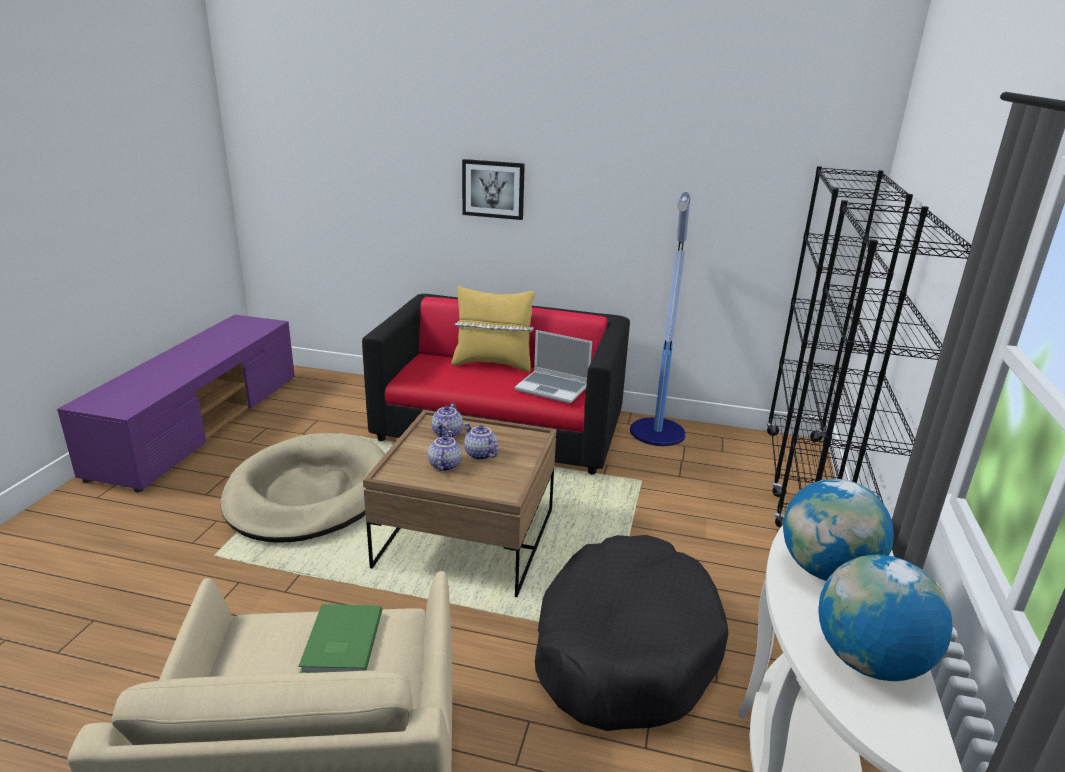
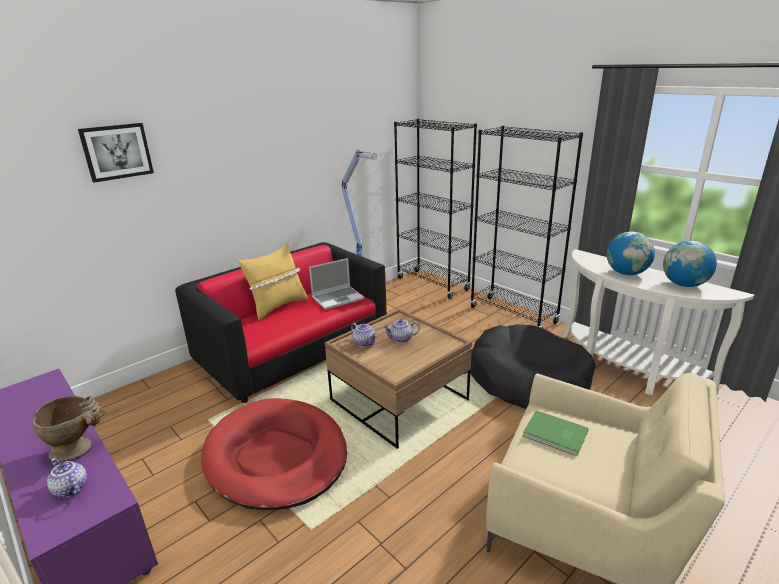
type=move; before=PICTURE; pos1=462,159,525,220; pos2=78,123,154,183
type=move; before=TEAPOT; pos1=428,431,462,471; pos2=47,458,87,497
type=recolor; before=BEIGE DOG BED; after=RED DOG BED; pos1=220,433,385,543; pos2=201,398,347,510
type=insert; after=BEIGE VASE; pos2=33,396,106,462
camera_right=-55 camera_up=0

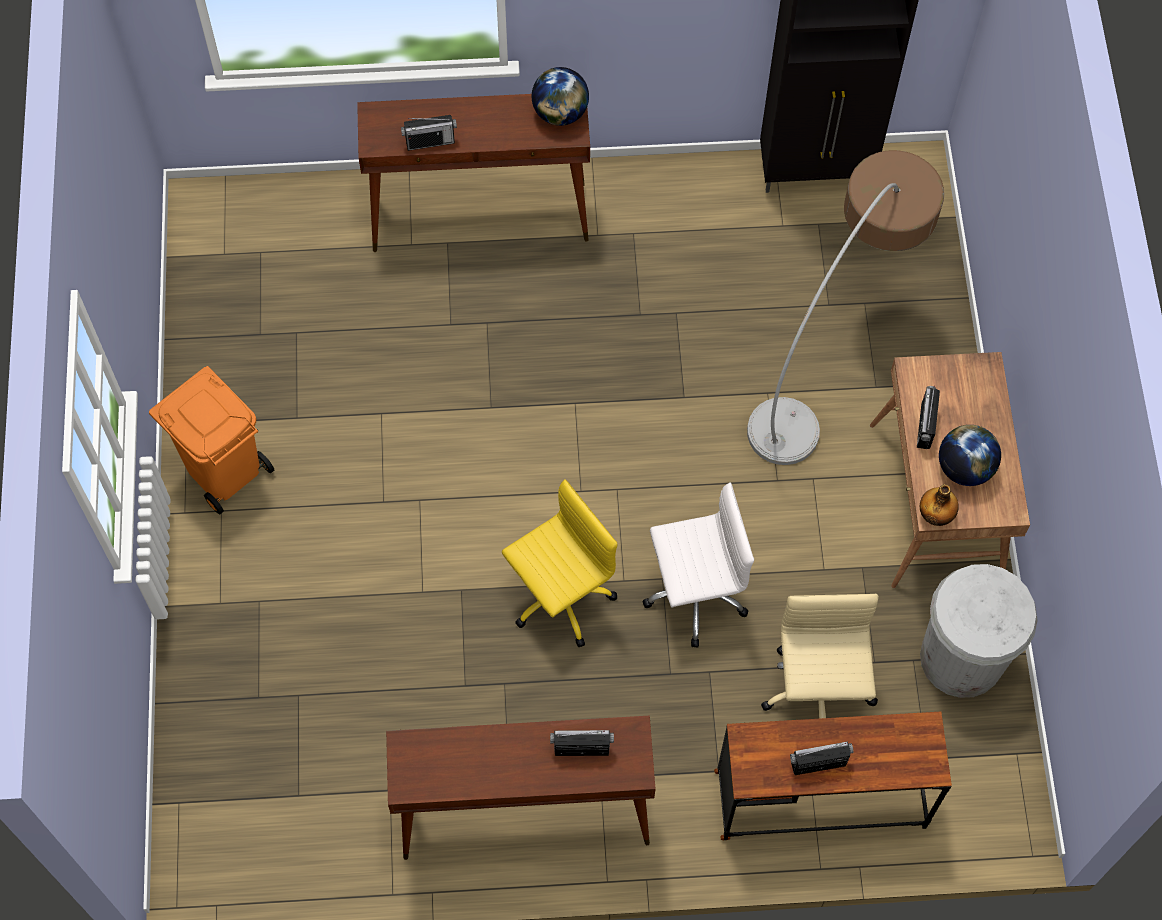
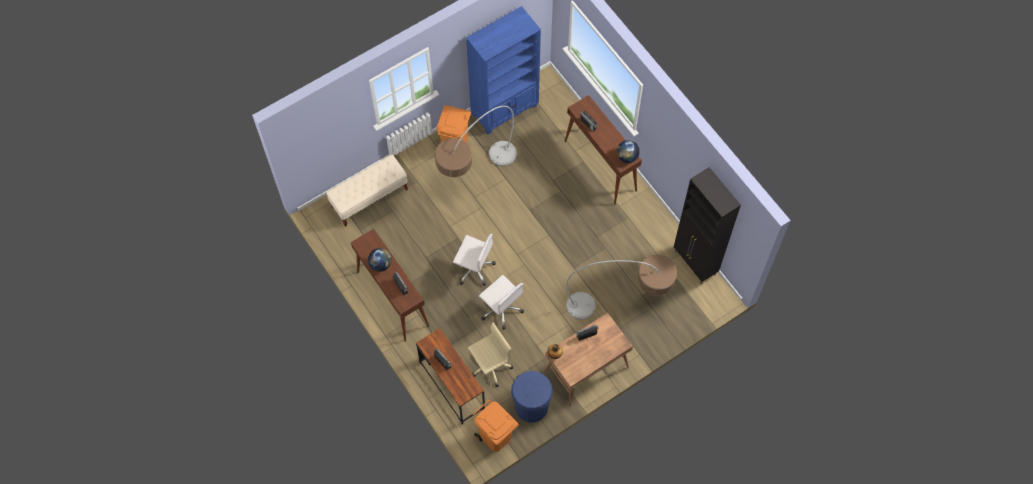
type=move; before=GLOBE; pos1=939,425,1001,486; pos2=368,248,392,272
type=recolor; before=YELLOW OFFICE CHAIR; after=WHITE OFFICE CHAIR; pos1=502,479,617,647; pos2=453,234,496,286
type=recolor; before=WHITE TRASH CAN; after=BLUE TRASH CAN; pos1=920,564,1038,698; pos2=511,371,553,423
type=insert; after=BLUE BOOKCASE; pos2=466,6,541,135
type=insert; after=FLOOR LAMP; pos2=435,106,517,177
type=insert; after=BEIGE BENCH; pos2=326,155,408,227
type=insert; after=ORANGE TRASH CAN; pos2=473,400,518,452
camera_right=60 camera_up=0

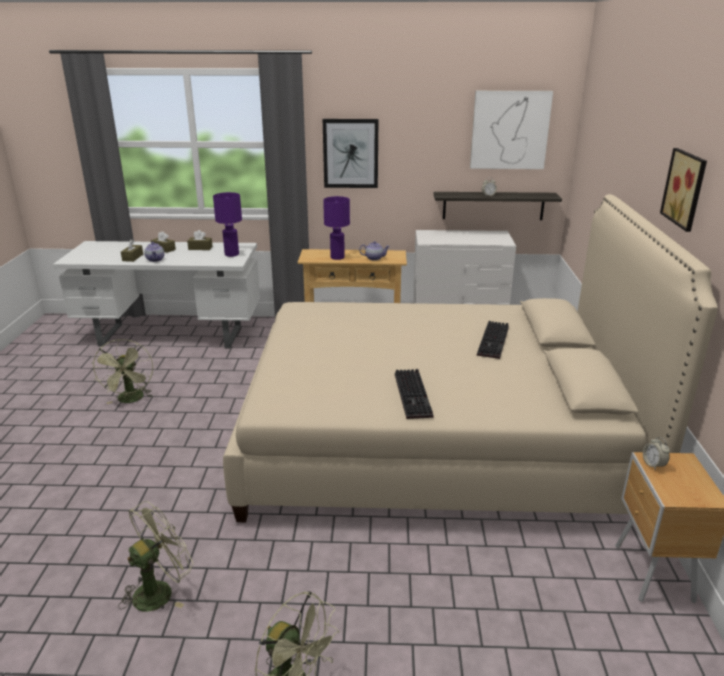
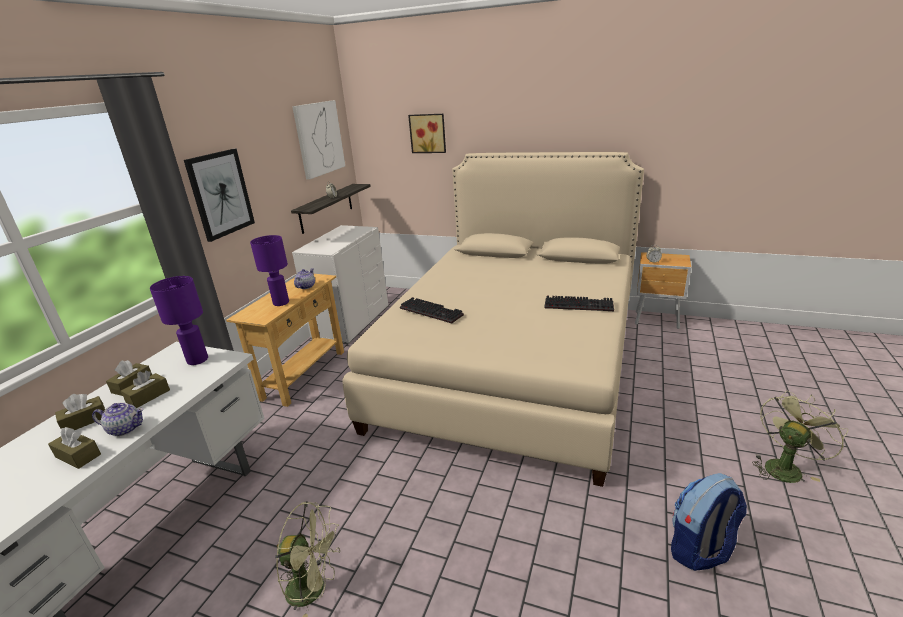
type=move; before=PICTURE; pos1=660,148,707,232; pos2=408,114,446,153
type=move; before=KEYBOARD; pos1=477,321,509,359; pos2=400,297,464,323
type=replace; before=GREEN FAN; after=BACKPACK; pos1=118,501,193,612; pos2=671,473,747,571
type=insert; after=BROWN TISSUE BOX; pos2=121,371,170,408
camera_right=-70 camera_up=0

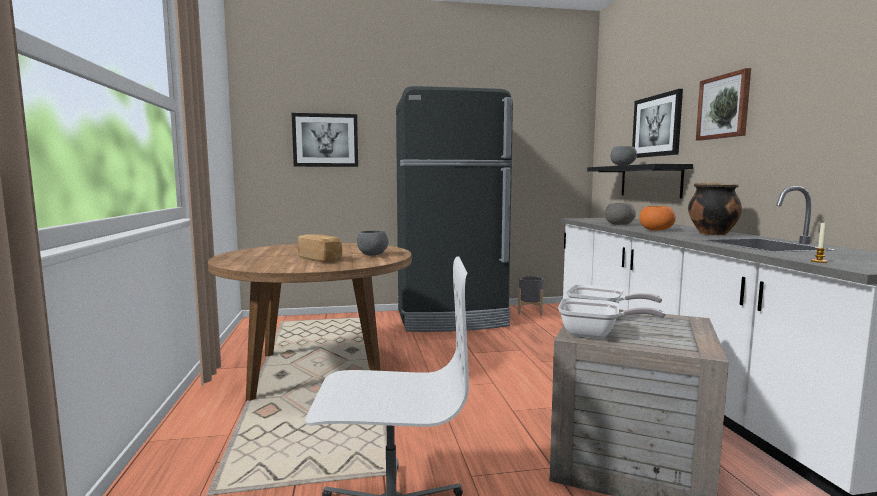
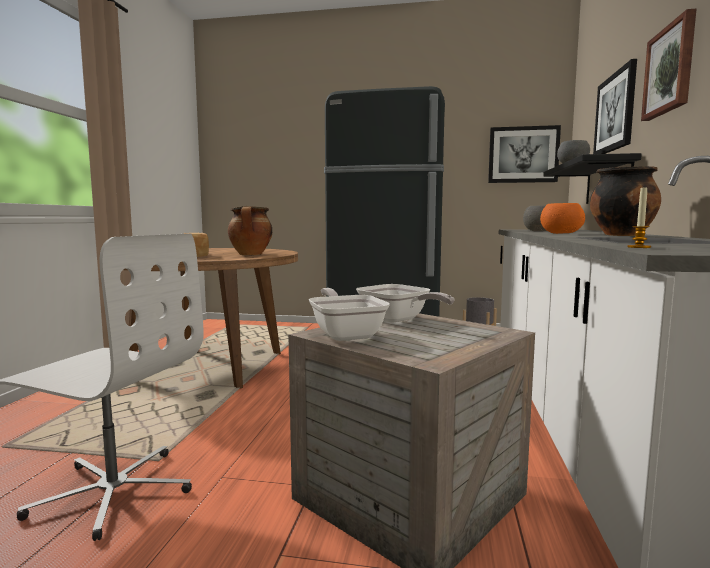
type=move; before=PICTURE; pos1=292,113,358,167; pos2=488,125,561,183
type=replace; before=GREY BOWL; after=COOKING POT; pos1=357,230,388,256; pos2=228,206,272,255
type=rotate; before=FRYING PAN; pos1=558,298,665,339; pos2=309,288,390,341; turn=-150
camera_right=20 camera_up=0

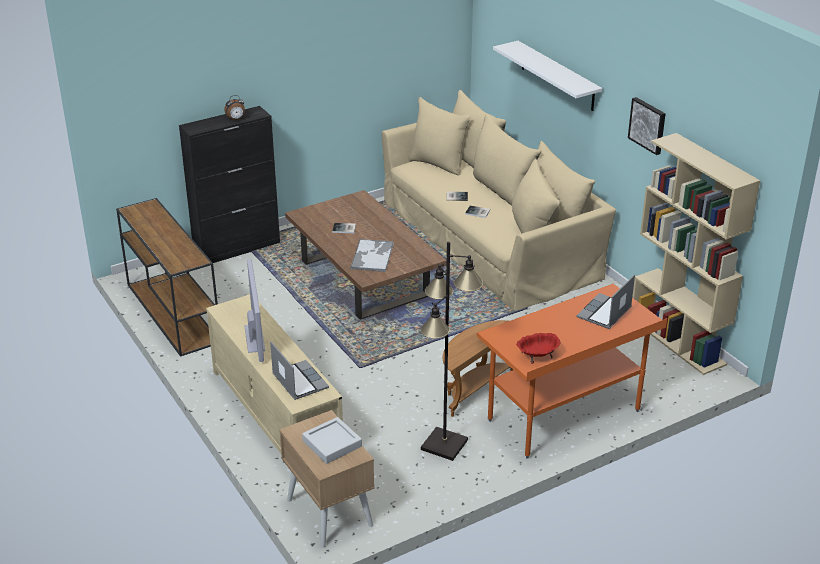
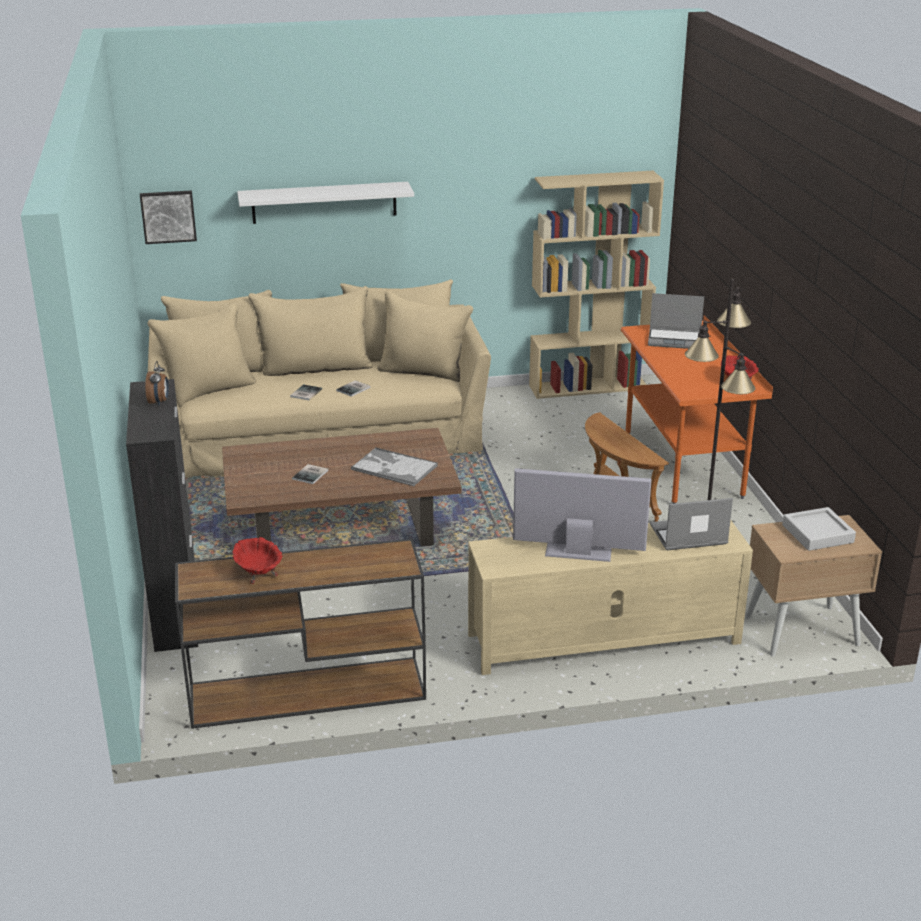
type=move; before=PICTURE; pos1=628,97,665,155; pos2=140,190,197,244
type=rotate; before=LAPTOP; pos1=576,274,635,329; pos2=648,293,704,349; turn=-45
type=insert; after=RED BOWL; pos2=232,537,282,584
camera_right=-70 camera_up=-5

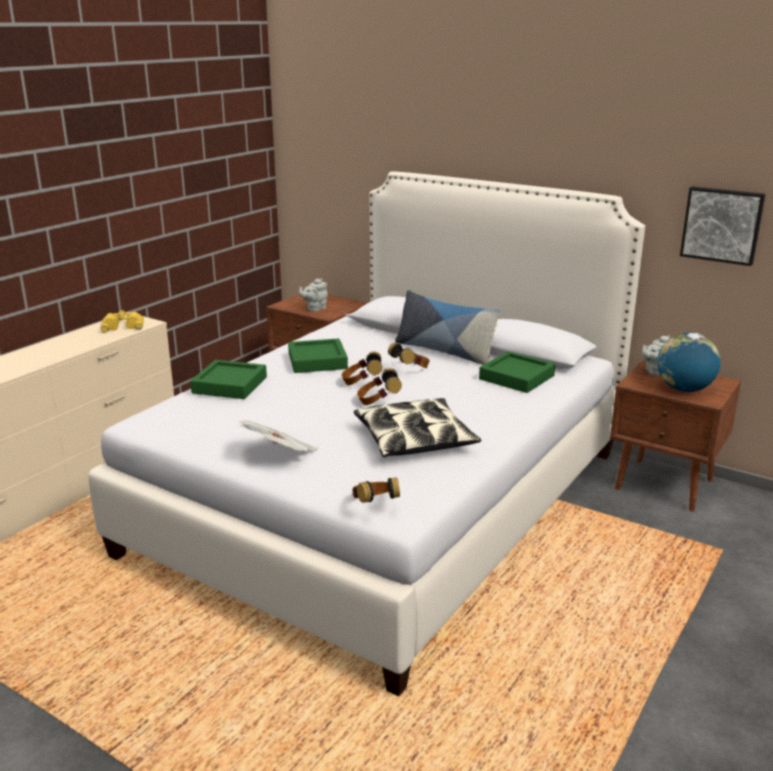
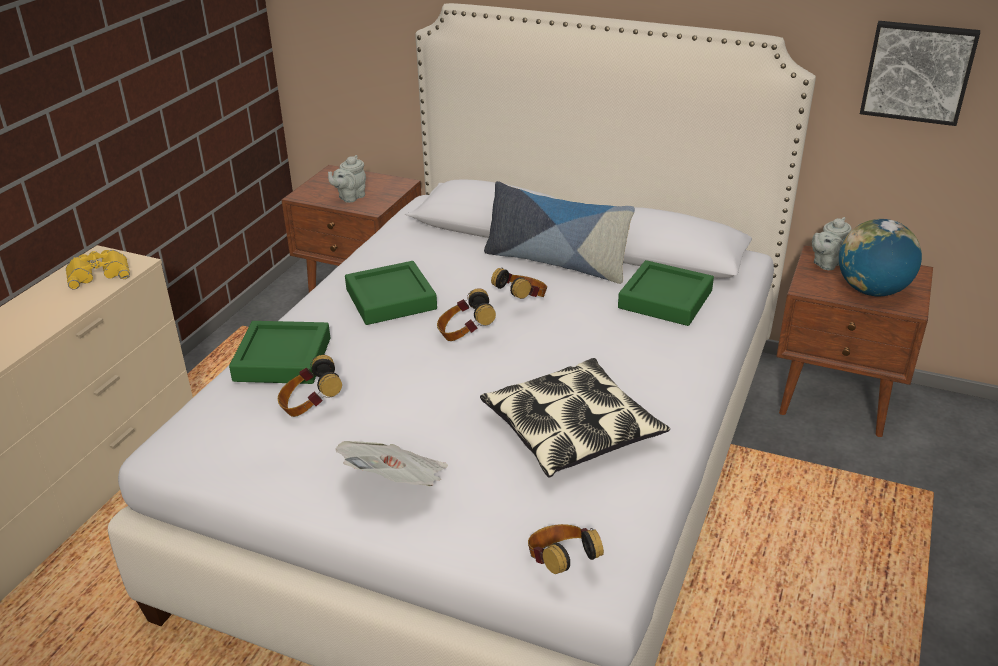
type=move; before=HEADPHONES; pos1=357,368,402,405; pos2=278,355,342,417
camera_right=-10 camera_up=10

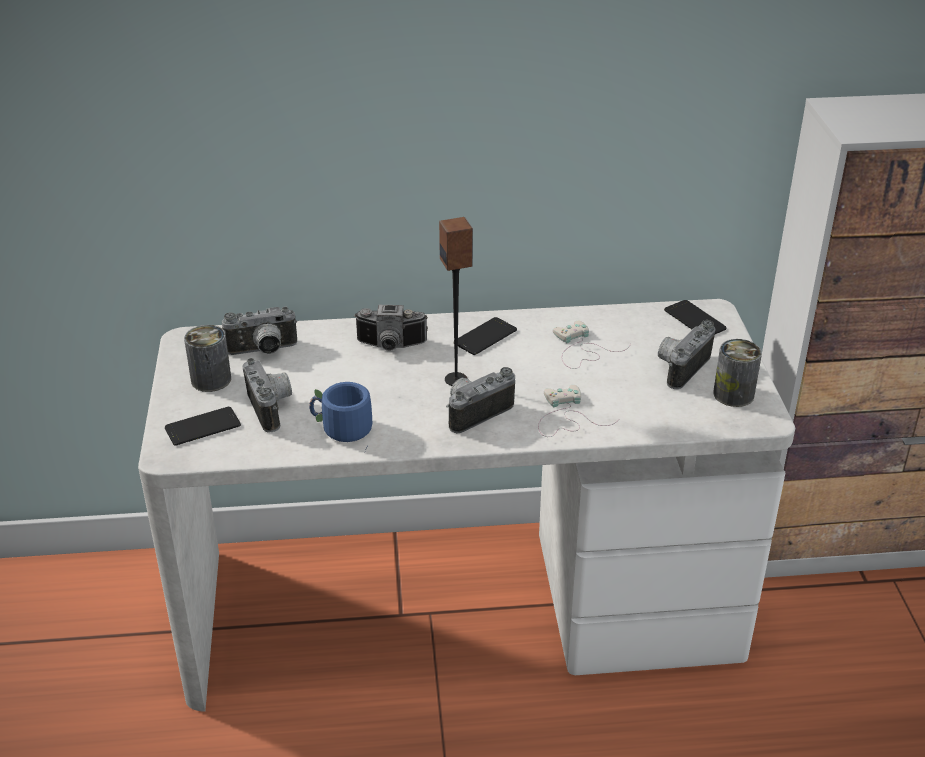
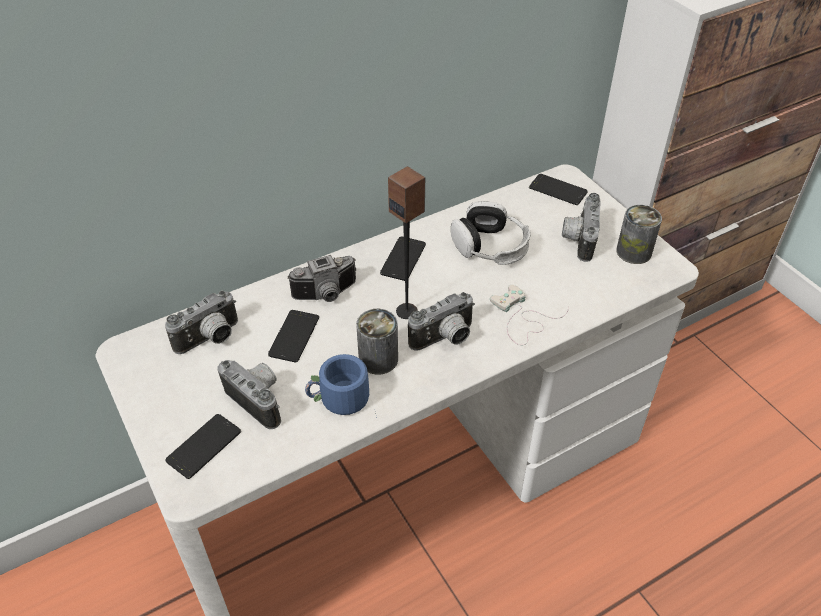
type=replace; before=WHITE GAME CONTROLLER; after=HEADPHONES; pos1=553,321,631,369; pos2=451,201,531,265
type=move; before=CAN; pos1=184,325,231,392; pos2=356,309,398,375
type=rotate; before=PHOTO CAMERA; pos1=446,367,515,434; pos2=408,292,475,351; turn=-150
type=insert; after=PHONE; pos2=268,310,319,362
camera_right=-25 camera_up=10

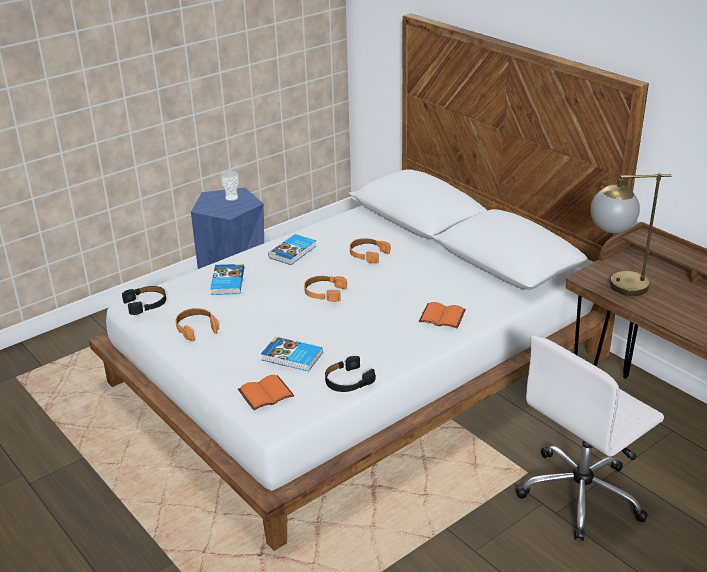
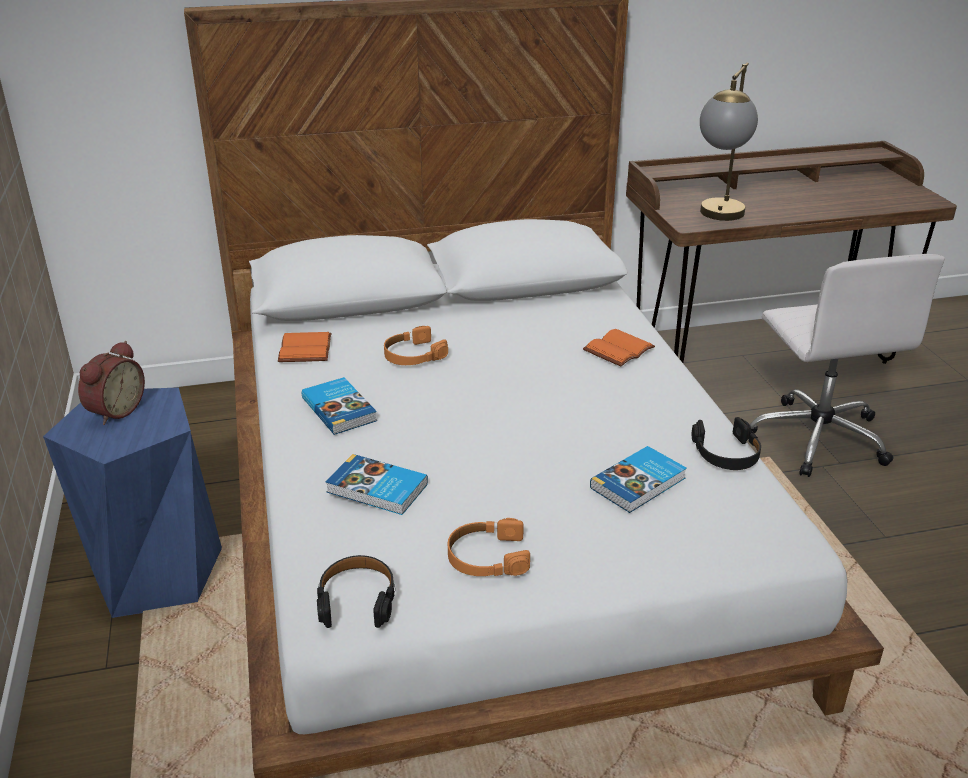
type=replace; before=CUP; after=ALARM CLOCK; pos1=221,171,239,201; pos2=78,341,145,425
type=delete; before=ORANGE HEADPHONES; pos1=304,276,347,302
type=move; before=ORANGE BOOK; pos1=238,375,294,411; pos2=278,332,332,362
camera_right=-65 camera_up=0

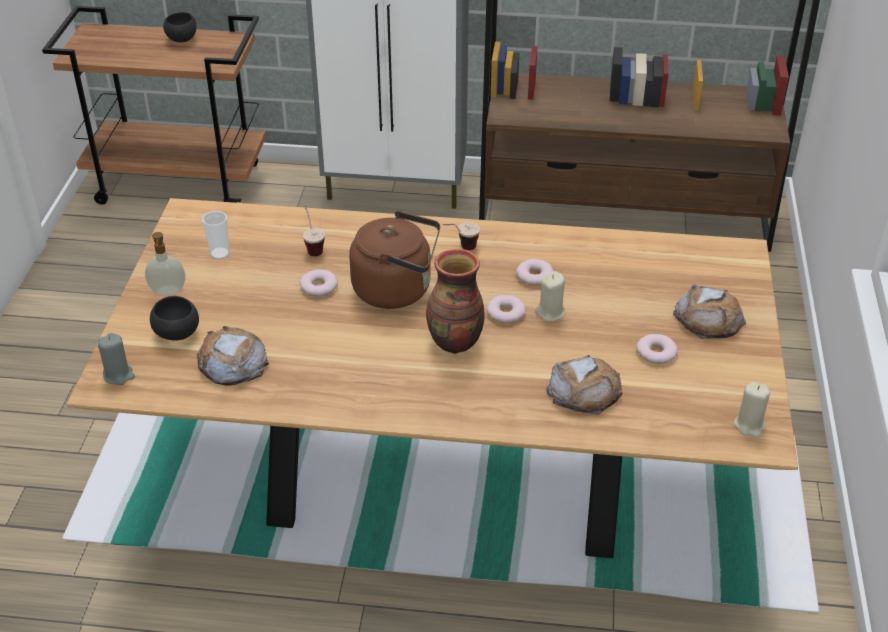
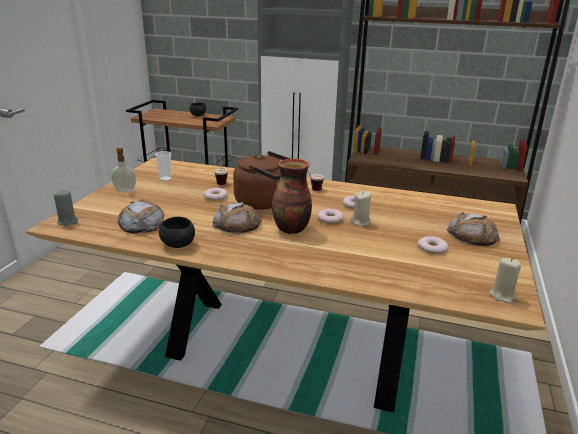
type=move; before=BLACK BOWL; pos1=150,296,199,341; pos2=159,217,195,248
type=move; before=BREAD; pos1=546,355,622,415; pos2=213,202,262,234
camera_right=10 camera_up=-15

